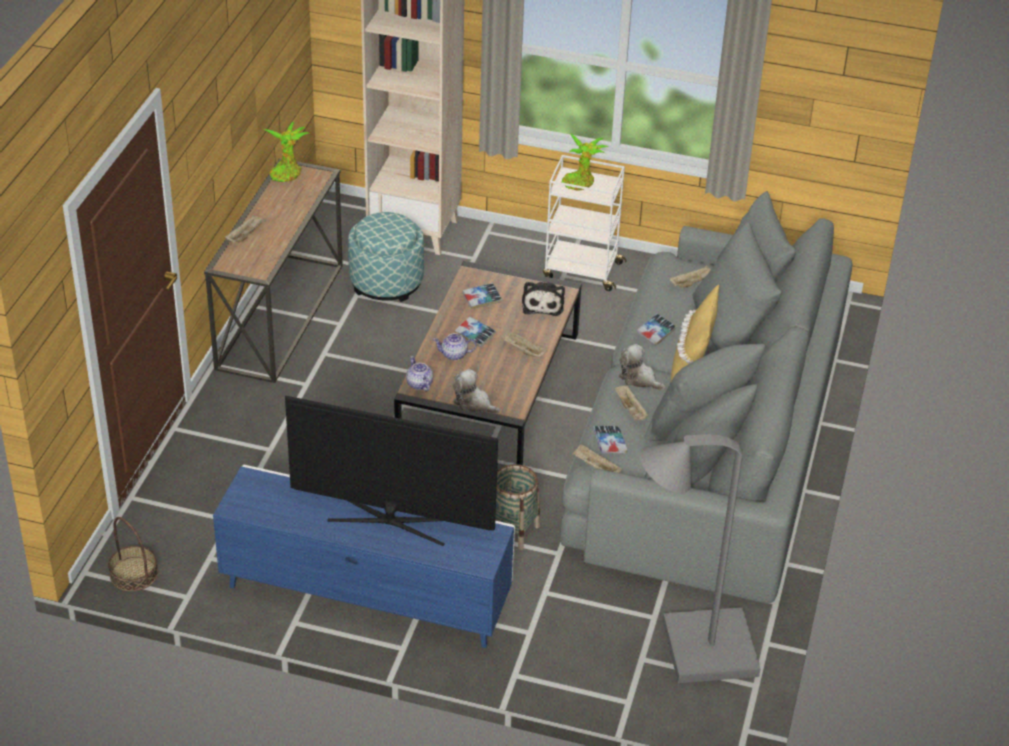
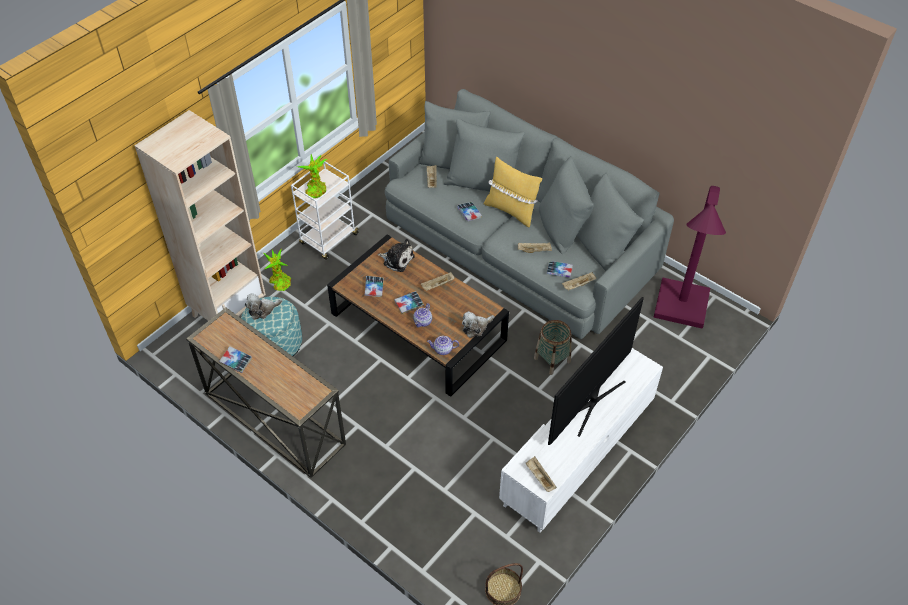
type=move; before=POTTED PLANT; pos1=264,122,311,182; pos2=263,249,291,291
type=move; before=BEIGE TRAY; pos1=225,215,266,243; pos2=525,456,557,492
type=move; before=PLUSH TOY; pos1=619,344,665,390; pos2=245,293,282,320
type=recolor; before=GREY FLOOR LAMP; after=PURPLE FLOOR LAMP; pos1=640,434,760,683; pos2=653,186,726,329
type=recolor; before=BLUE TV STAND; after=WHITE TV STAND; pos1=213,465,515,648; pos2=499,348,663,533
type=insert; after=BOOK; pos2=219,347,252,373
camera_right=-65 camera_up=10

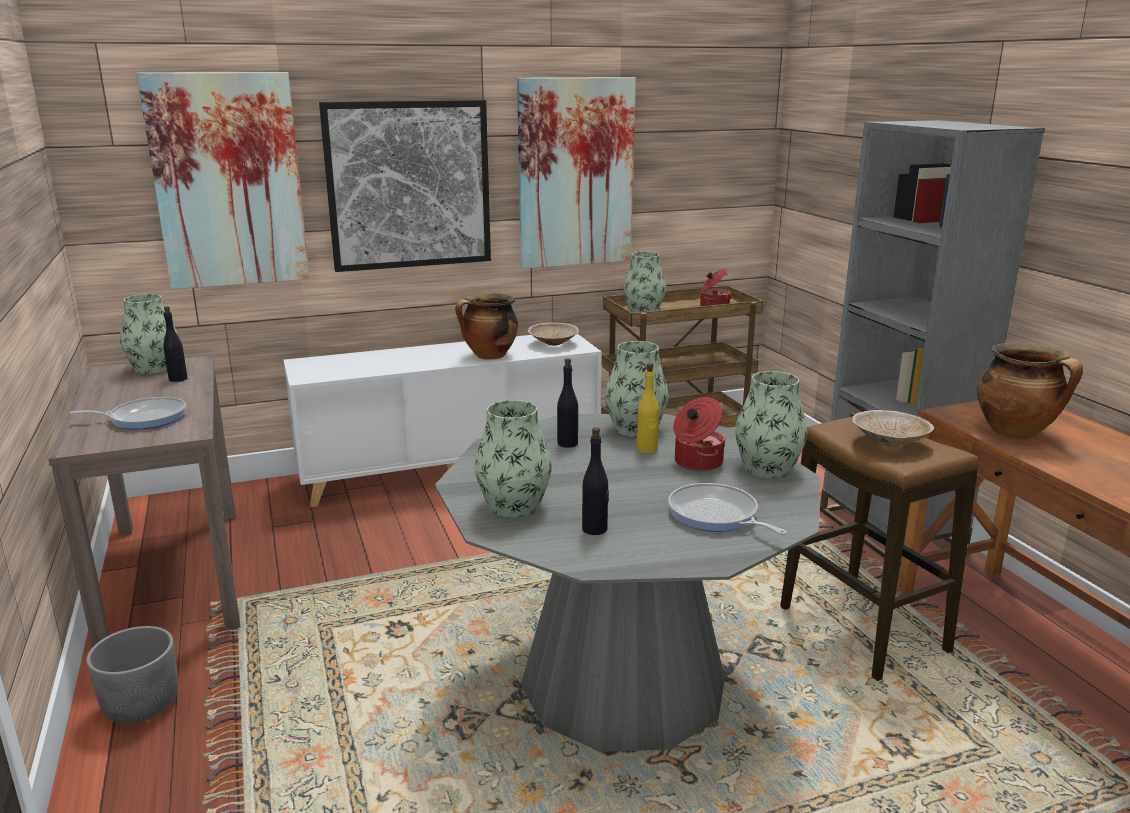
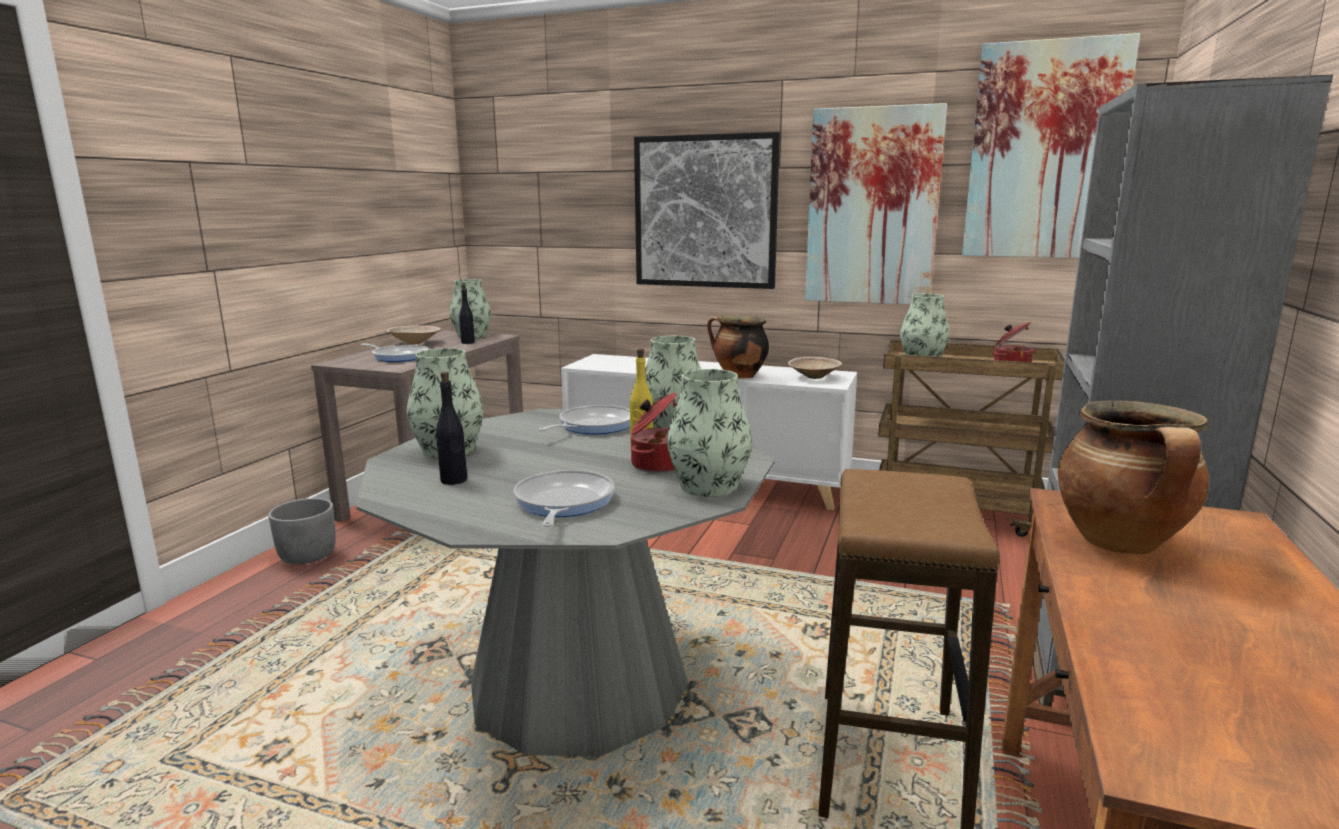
type=move; before=PICTURE; pos1=137,72,310,289; pos2=962,33,1140,258
type=replace; before=BLACK BOTTLE; after=FRYING PAN; pos1=557,358,578,448; pos2=538,405,630,434
type=move; before=BEIGE BOWL; pos1=852,410,934,447; pos2=387,325,441,345
camera_right=40 camera_up=-5

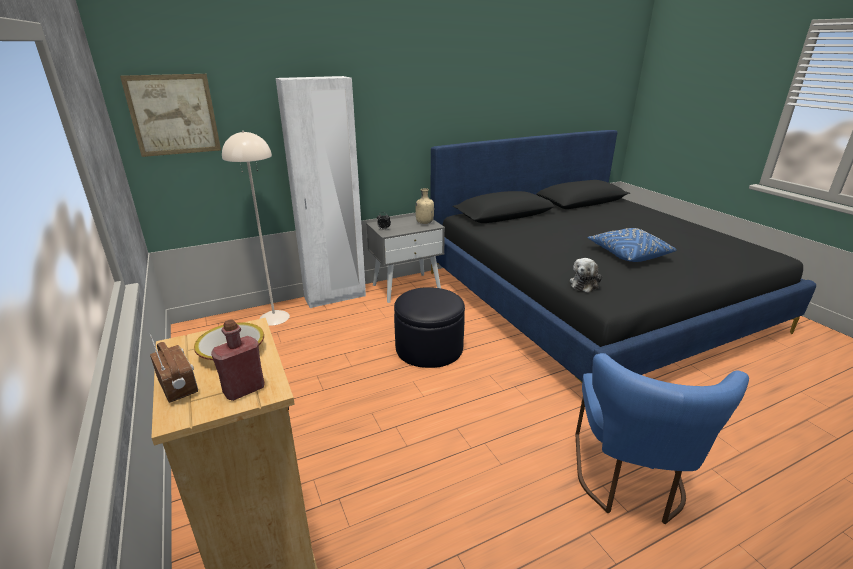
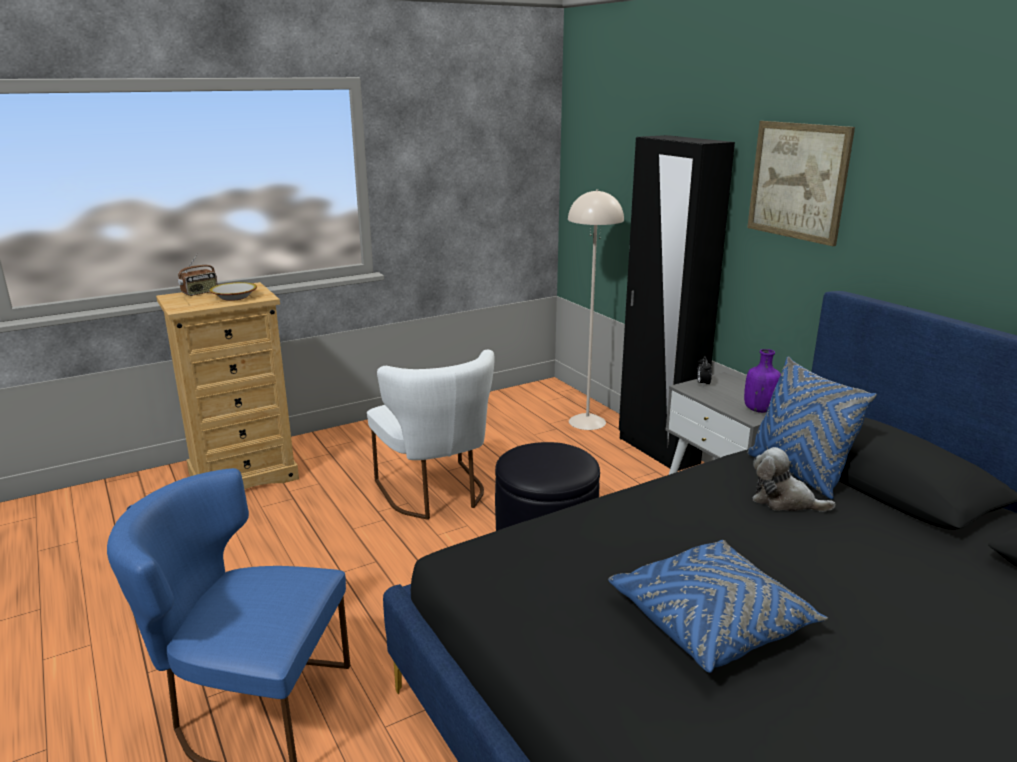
type=move; before=PICTURE; pos1=120,74,221,157; pos2=747,121,855,246
type=recolor; before=WHITE WARDROBE; after=BLACK WARDROBE; pos1=276,76,366,308; pos2=619,135,735,471
type=recolor; before=BEIGE BOTTLE; after=PURPLE BOTTLE; pos1=416,188,434,224; pos2=744,349,781,413
type=move; before=PLUSH TOY; pos1=570,258,602,293; pos2=753,447,836,512
type=delete; before=RED BOTTLE; pos1=211,319,265,401
type=insert; after=WHITE CHAIR; pos2=367,350,495,520
type=insert; after=BLUE PILLOW; pos2=747,356,877,499
camera_right=85 camera_up=-5

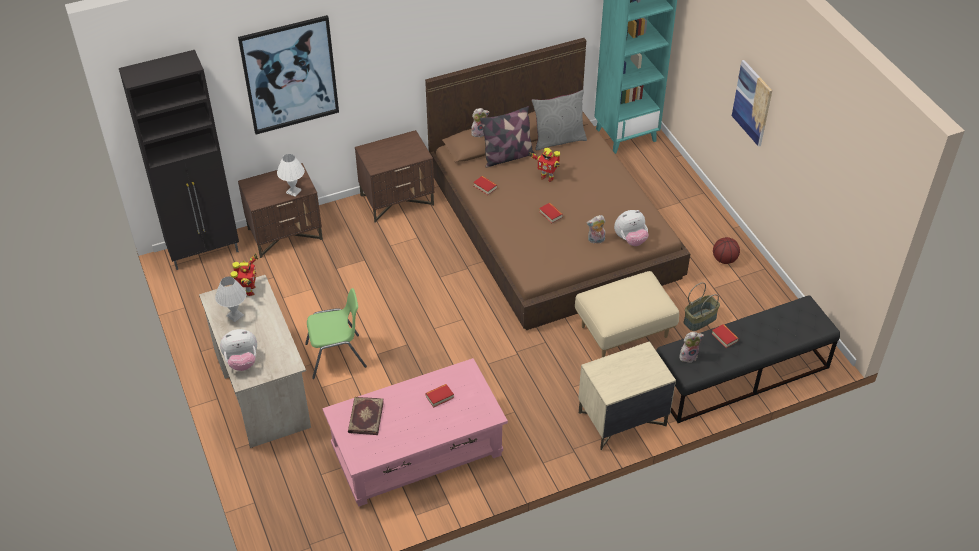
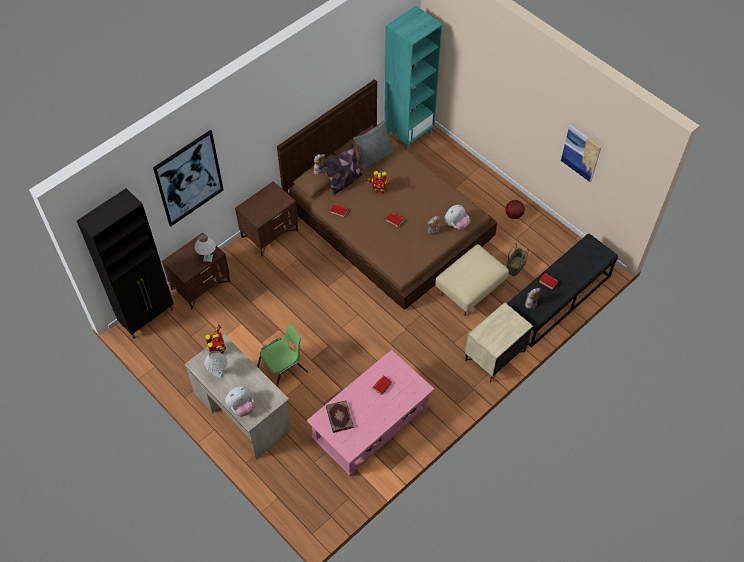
type=move; before=PICTURE; pos1=732,60,772,147; pos2=561,125,601,182
camera_right=-20 camera_up=10

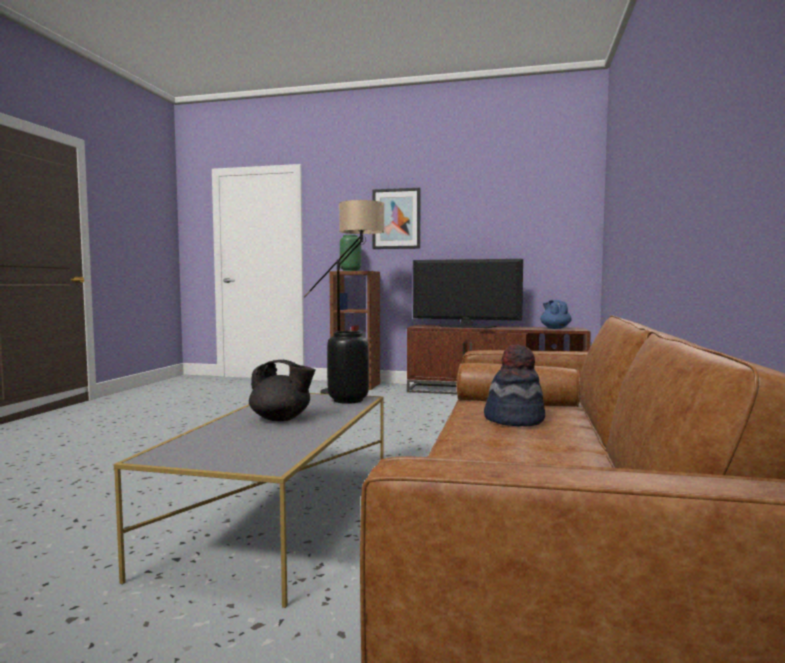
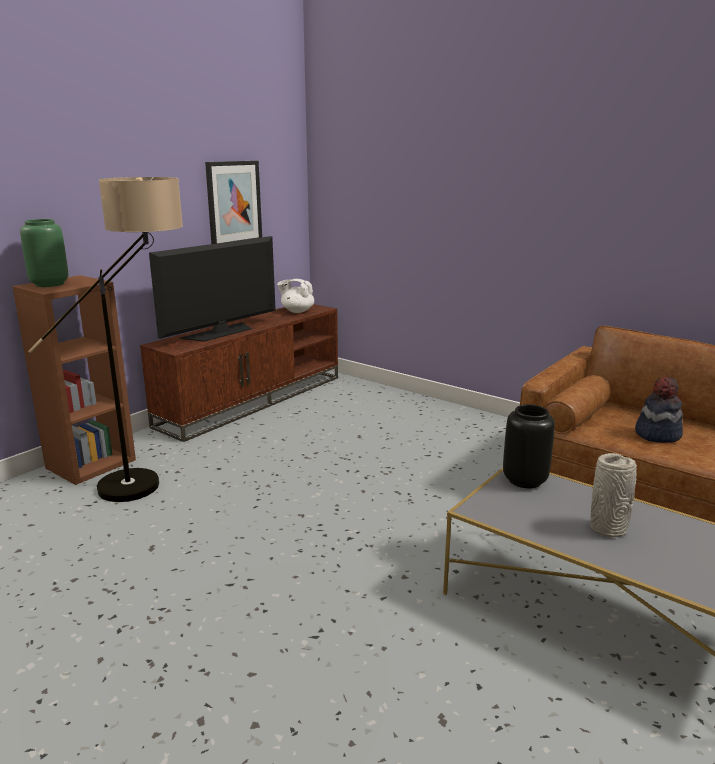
type=move; before=PICTURE; pos1=372,188,421,249; pos2=205,161,262,244
type=recolor; before=BLUE TEAPOT; after=WHITE TEAPOT; pos1=540,300,572,329; pos2=277,279,314,313
type=replace; before=BLACK TEAPOT; after=GREY VASE; pos1=249,360,316,421; pos2=590,453,637,537
camera_right=-65 camera_up=15

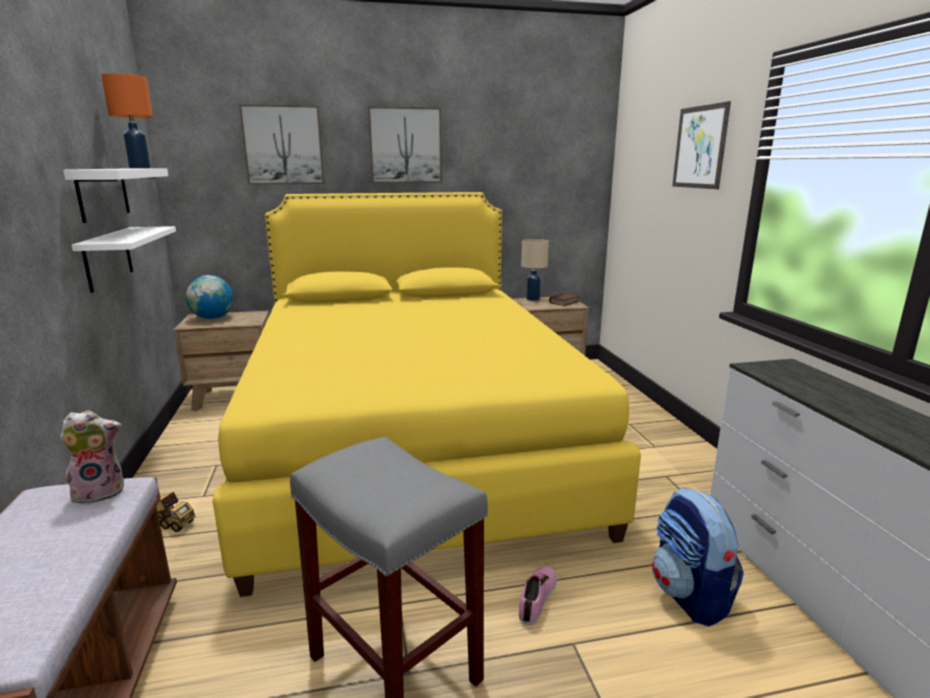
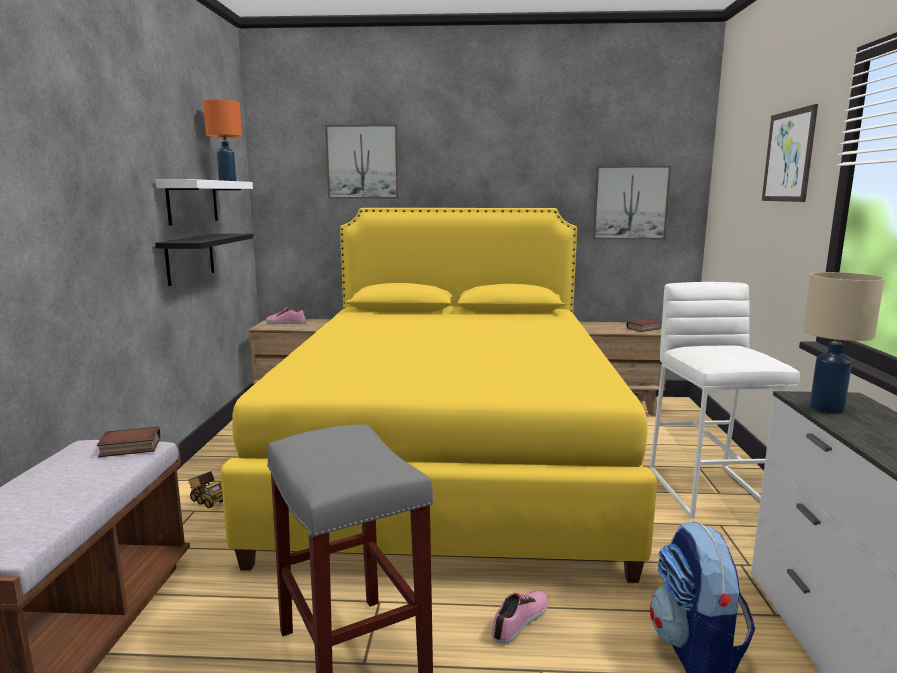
type=move; before=PICTURE; pos1=368,106,442,183; pos2=593,166,671,239
type=recolor; before=WHITE SHELF; after=BLACK SHELF; pos1=72,226,176,293; pos2=155,233,254,286
type=move; before=BEIGE TABLE LAMP; pos1=521,239,549,301; pos2=803,272,885,413
type=replace; before=GLOBE; after=SHOE; pos1=186,275,234,319; pos2=266,307,307,324
type=replace; before=PLUSH TOY; after=BOOK; pos1=60,410,124,506; pos2=97,427,160,457
type=insert; after=WHITE STOOL; pos2=650,282,800,519
camera_right=15 camera_up=-5

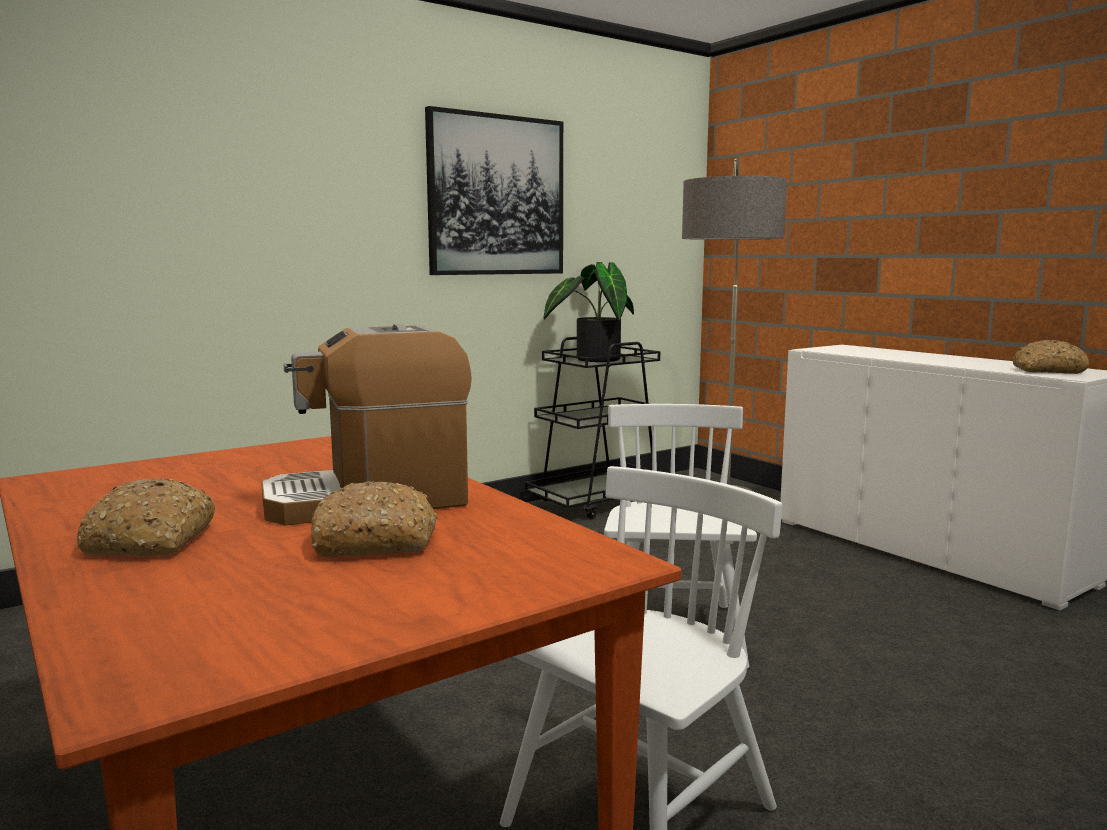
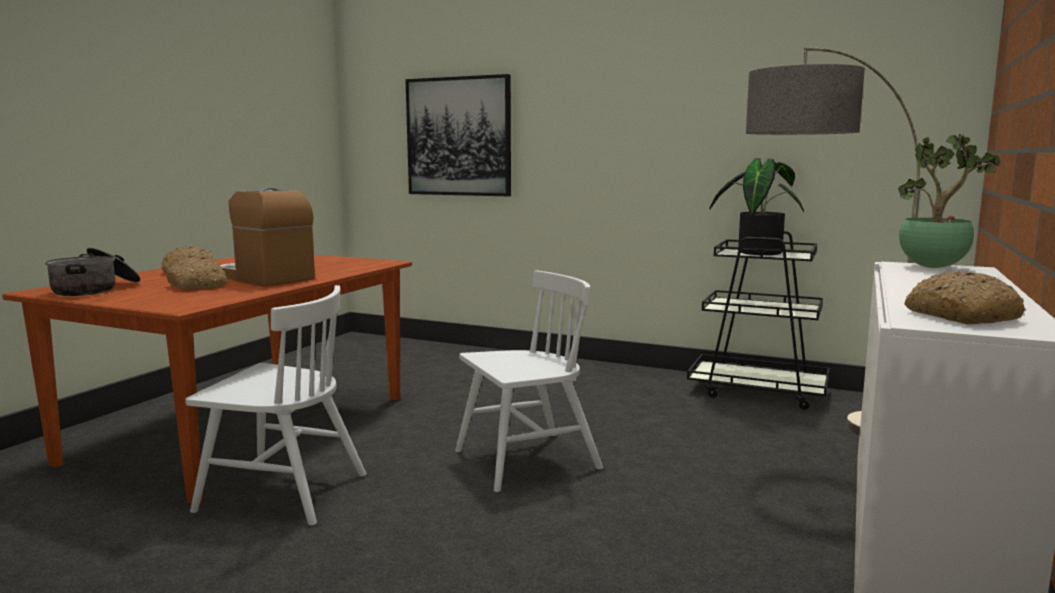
type=move; before=PICTURE; pos1=425,106,563,275; pos2=405,74,511,196
type=insert; after=POTTED PLANT; pos2=898,134,1000,268
type=insert; after=COOKING POT; pos2=45,248,141,296
camera_right=60 camera_up=0

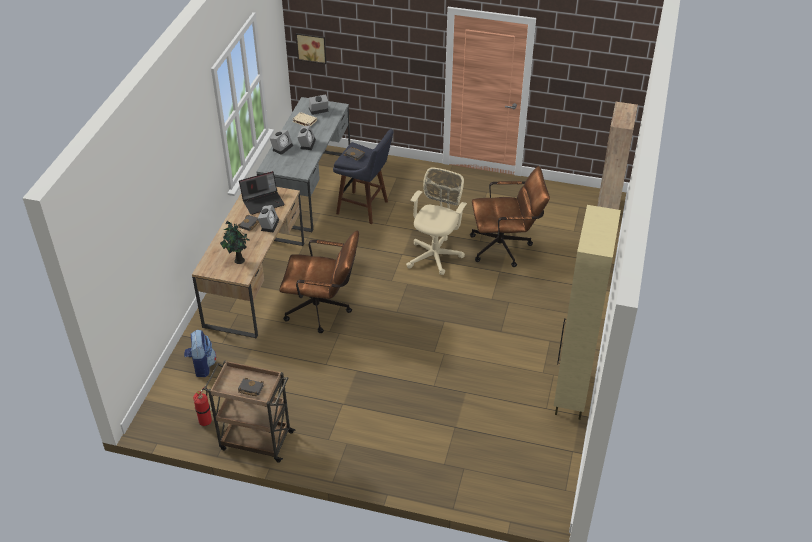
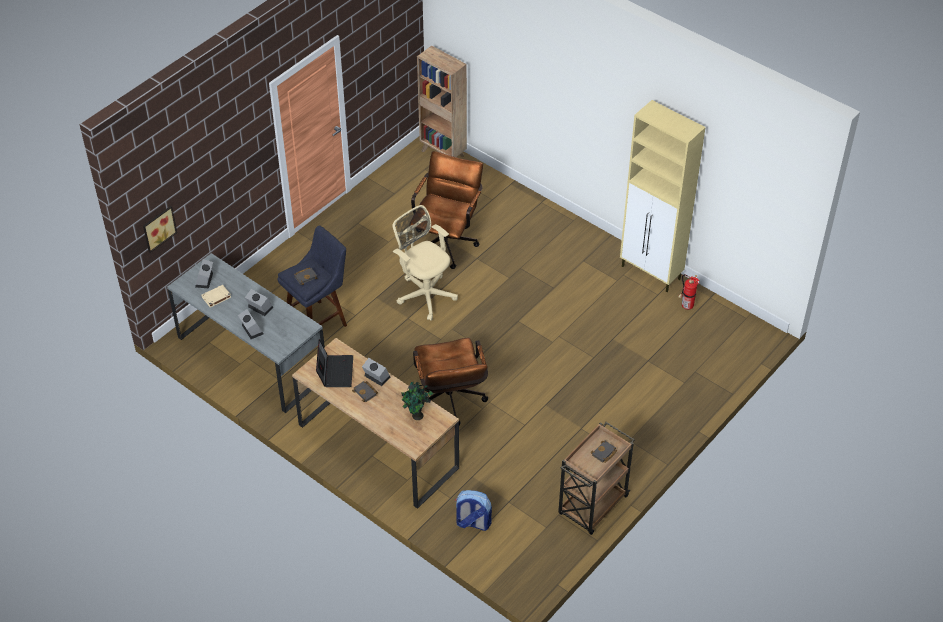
type=rotate; before=BROWN OFFICE CHAIR; pos1=280,230,359,333; pos2=413,338,488,426; turn=135
type=move; before=FIRE EXTINGUISHER; pos1=193,387,212,426; pos2=678,274,700,310
camera_right=-65 camera_up=5

